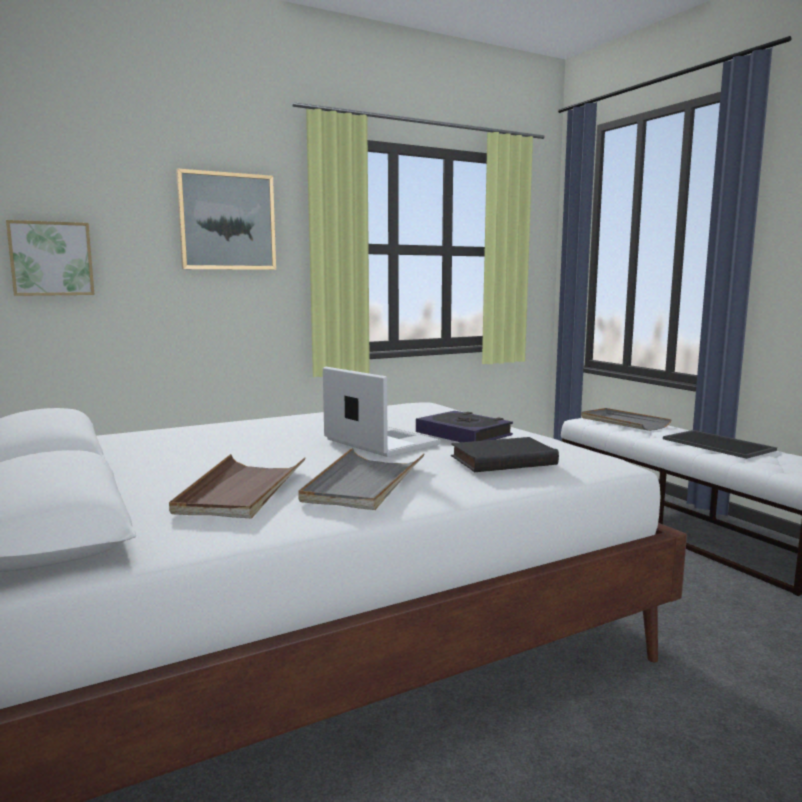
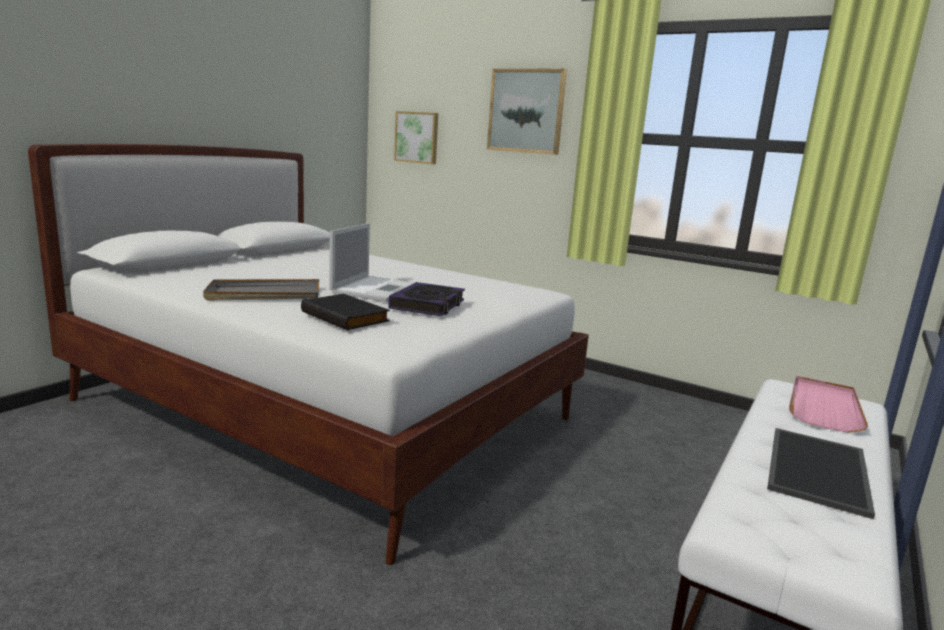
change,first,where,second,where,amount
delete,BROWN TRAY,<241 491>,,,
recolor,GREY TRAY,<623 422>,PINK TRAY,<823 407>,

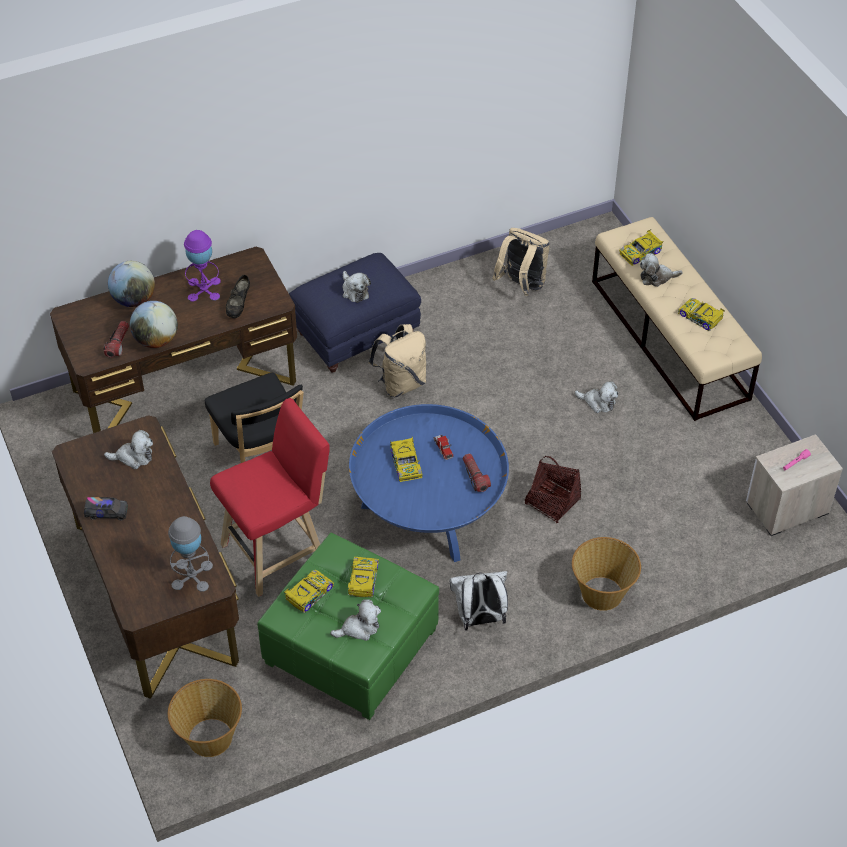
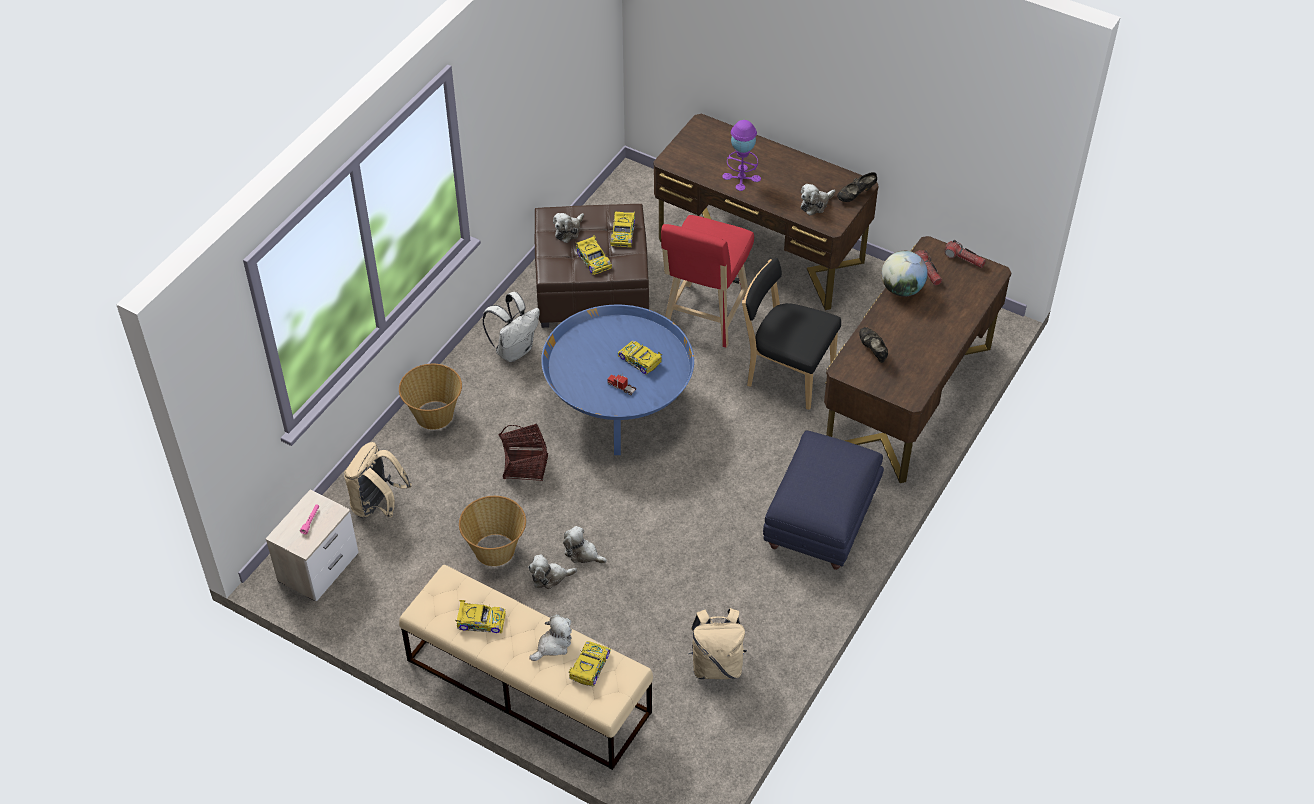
change,first,where,second,where,amount
delete,TOY TRUCK,<106 513>,,,
delete,GLOBE,<134 300>,,,
delete,GREY TABLE LAMP,<192 575>,,,
move,BASKET,<209 737>,,<495 550>,
move,PURPLE TABLE LAMP,<204 289>,,<741 177>,
recolor,GREEN OTTOMAN,<350 646>,BROWN OTTOMAN,<593 287>,
move,PLUSH TOY,<354 291>,,<583 553>,
move,BEIGE BACKPACK,<401 383>,,<378 505>,
move,FLASHLIGHT,<475 476>,,<964 259>,
insert,,,BLACK SHOE,<856 195>,

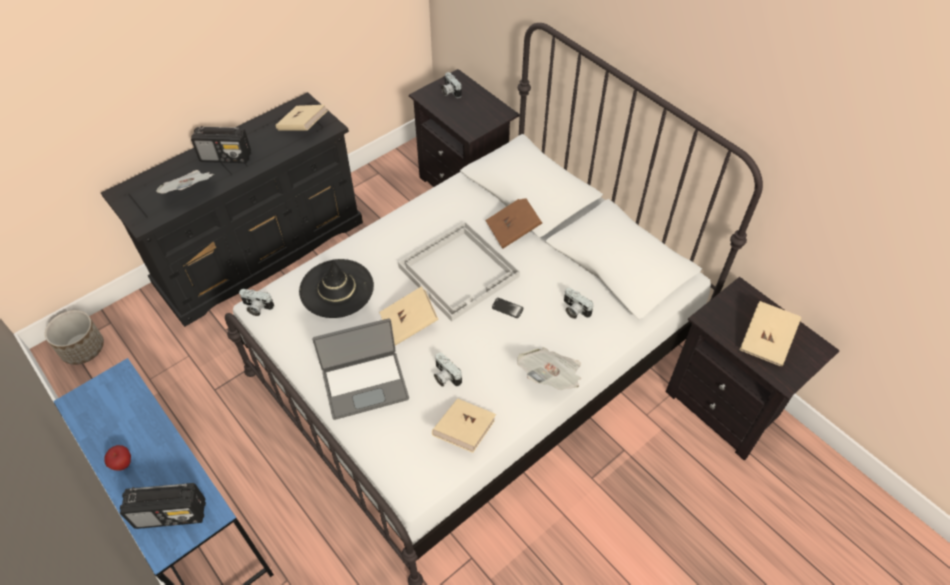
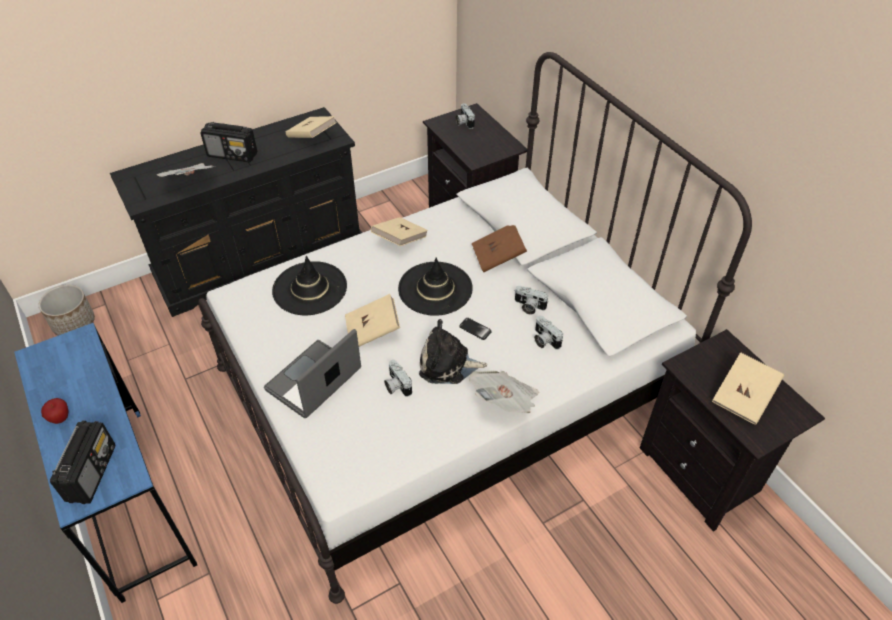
change,first,where,second,where,amount
rotate,RADIO,<171 514>,,<92 472>,90 degrees counterclockwise
move,PHOTO CAMERA,<256 308>,,<528 306>,
rotate,LAPTOP,<365 384>,,<314 381>,135 degrees clockwise
replace,WHITE TRAY,<460 272>,BLACK HAT,<435 288>,
move,BEIGE BOOK,<464 431>,,<400 240>,
insert,,,PLUSH TOY,<448 364>,

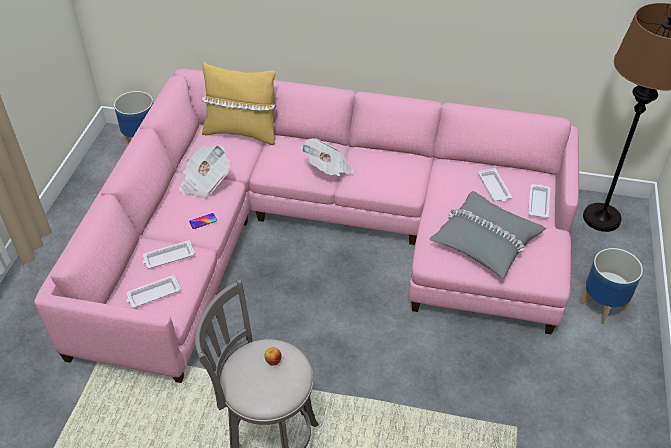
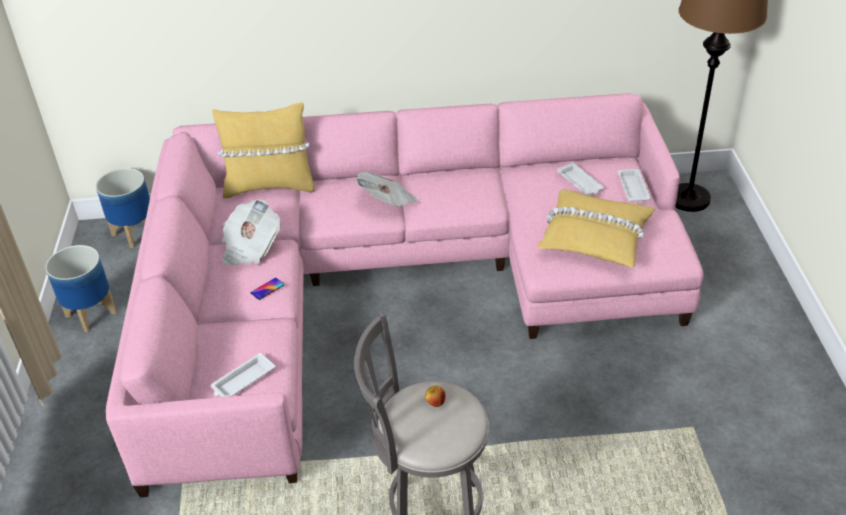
change,first,where,second,where,amount
delete,WHITE TRAY,<168 257>,,,
recolor,GREY PILLOW,<485 241>,YELLOW PILLOW,<594 237>,
move,PLANTER,<601 307>,,<90 315>,

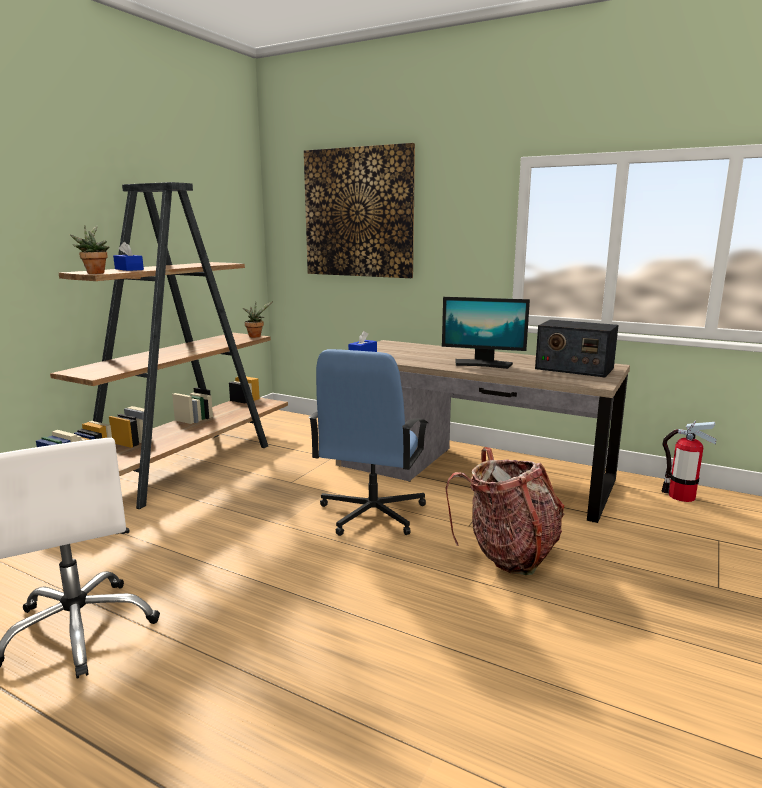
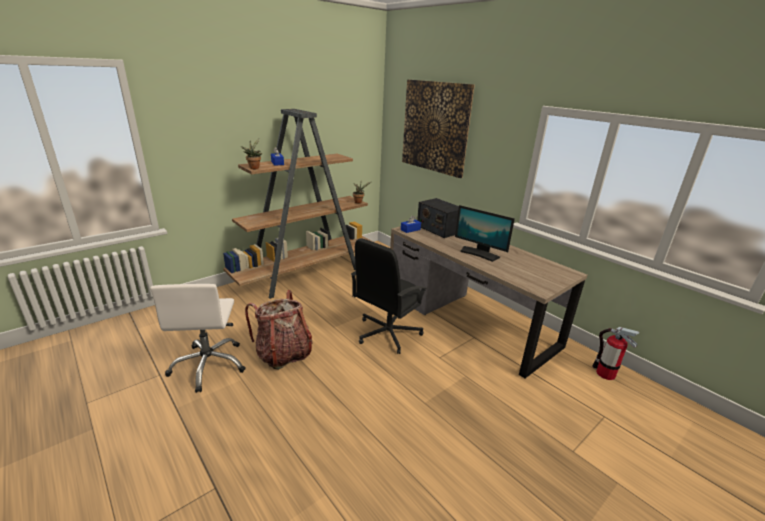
change,first,where,second,where,amount
recolor,BLUE OFFICE CHAIR,<371 514>,BLACK OFFICE CHAIR,<387 333>,
move,BACKPACK,<508 554>,,<283 353>,
move,RADIO,<573 368>,,<438 229>,

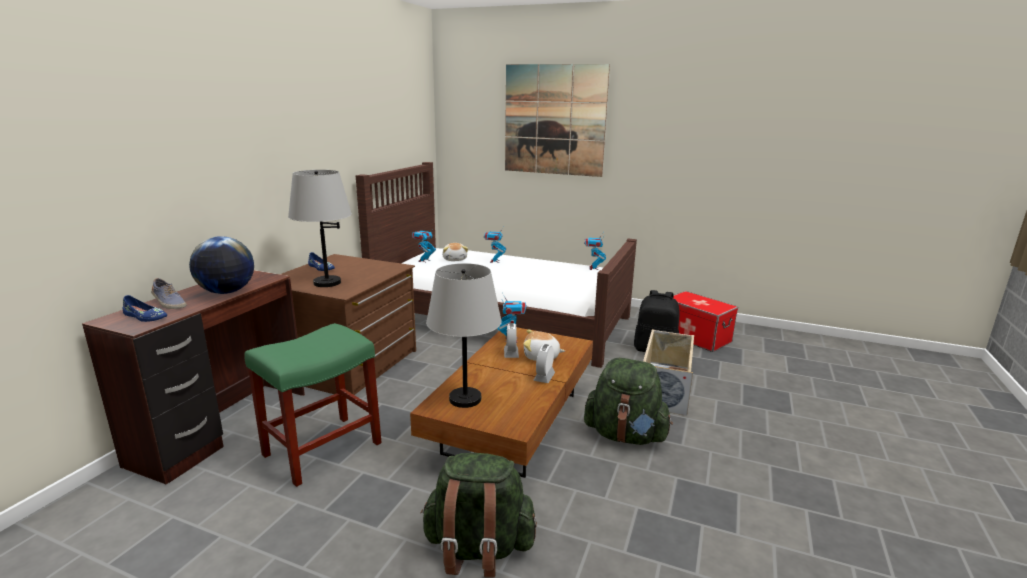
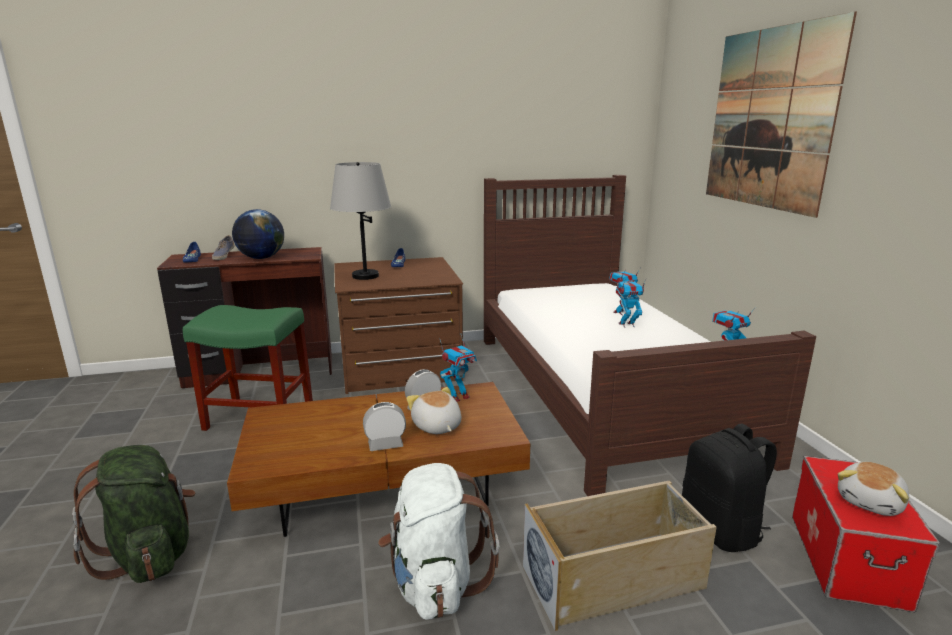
change,first,where,second,where,amount
move,TOY ROBOT,<424 261>,,<627 325>,
delete,GREY TABLE LAMP,<465 399>,,,
move,PLUSH TOY,<455 259>,,<871 502>,
recolor,GREEN BACKPACK,<625 435>,WHITE BACKPACK,<435 583>,

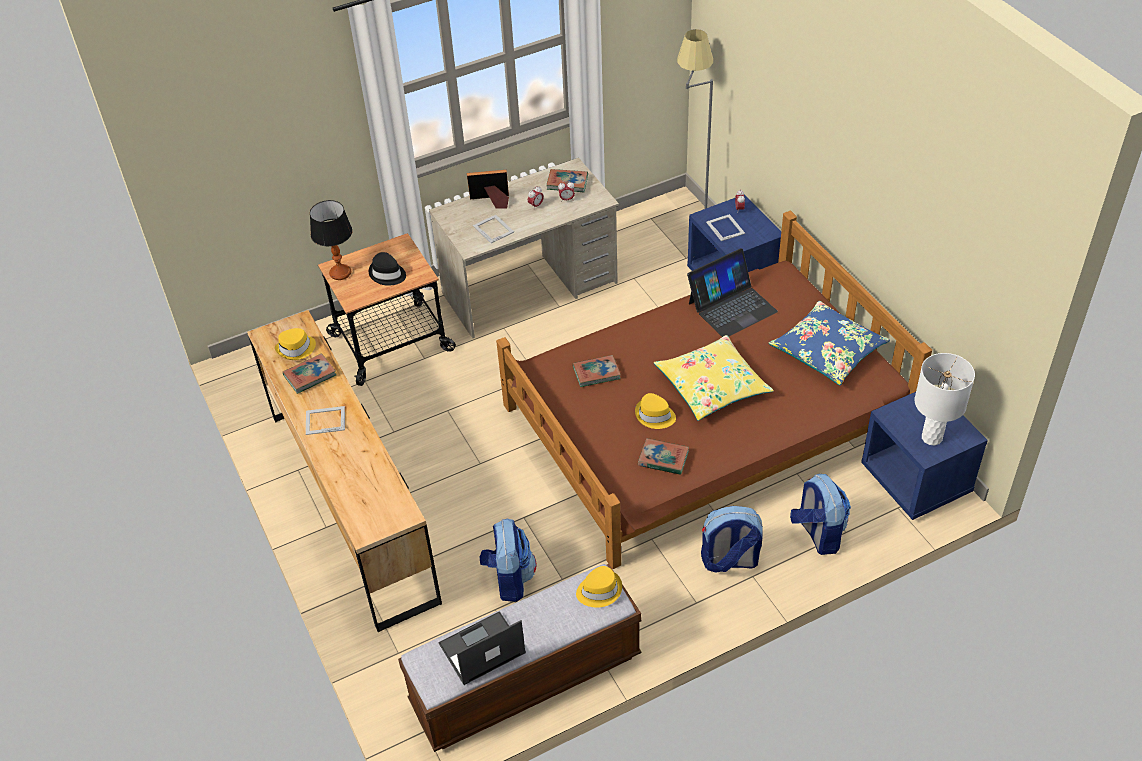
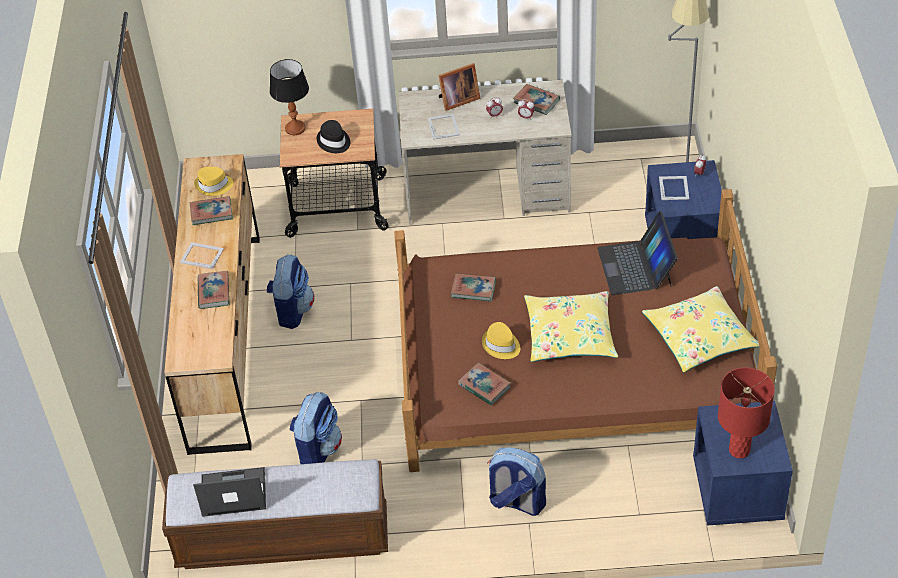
change,first,where,second,where,amount
rotate,PICTURE FRAME,<491 202>,,<457 100>,135 degrees clockwise
delete,YELLOW HAT,<599 590>,,,
rotate,LAPTOP,<731 307>,,<635 267>,90 degrees clockwise
recolor,BLUE PILLOW,<827 351>,YELLOW PILLOW,<700 337>,
move,BACKPACK,<817 533>,,<292 310>,
recolor,WHITE TABLE LAMP,<932 437>,RED TABLE LAMP,<739 450>,
insert,,,BOOK,<214 292>,

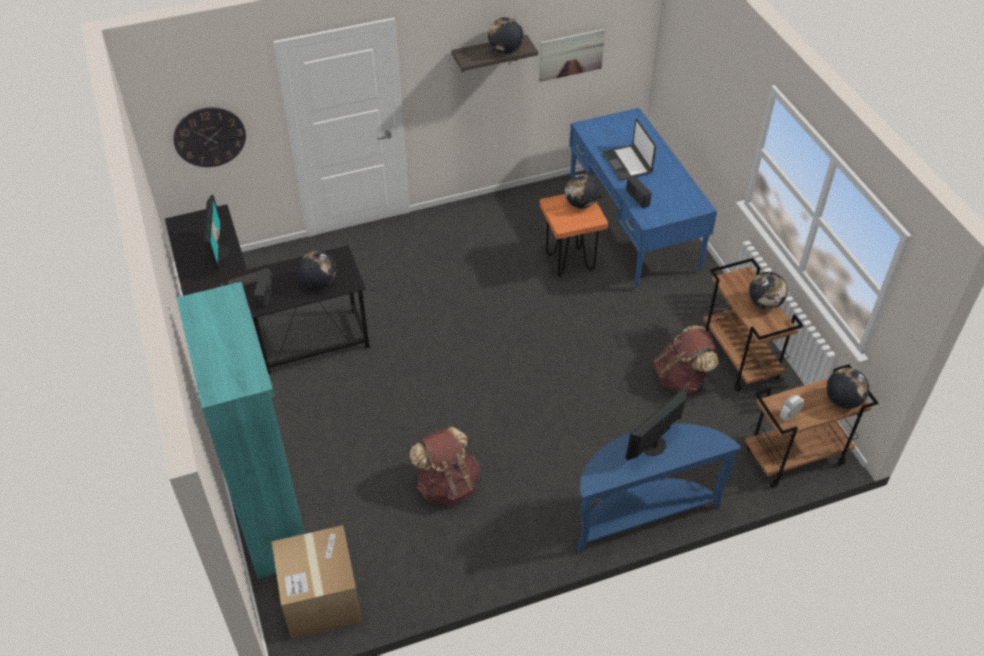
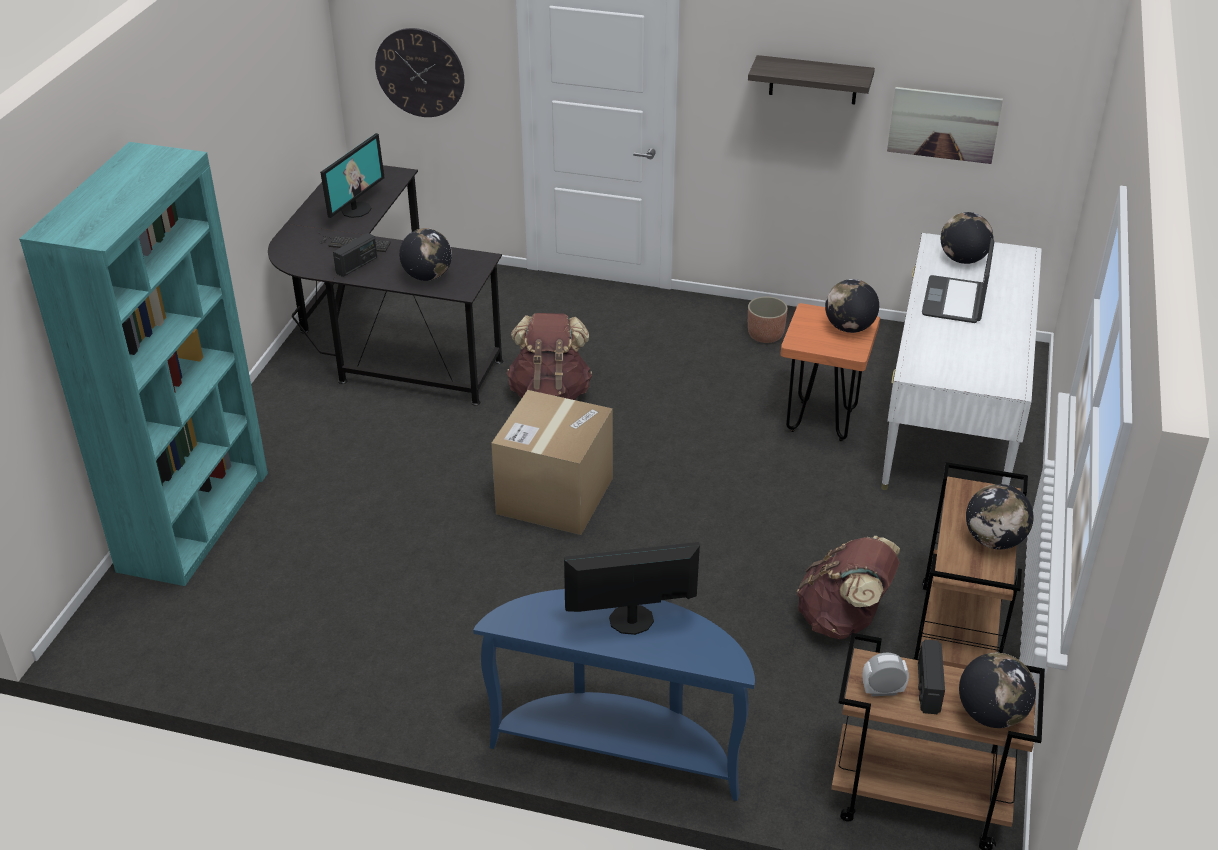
change,first,where,second,where,amount
move,CARDBOARD BOX,<321 599>,,<555 496>,
move,BROWN BACKPACK,<447 485>,,<550 394>,
move,GLOBE,<505 50>,,<962 259>,
recolor,BLUE DESK,<632 227>,WHITE DESK,<952 417>,
move,RADIO,<637 198>,,<928 688>,
insert,,,PLANTER,<765 335>,

